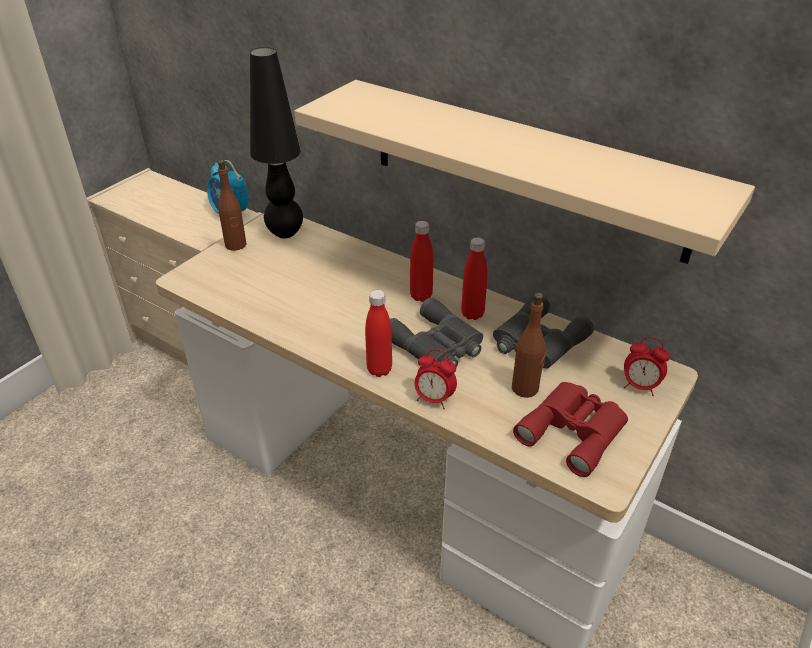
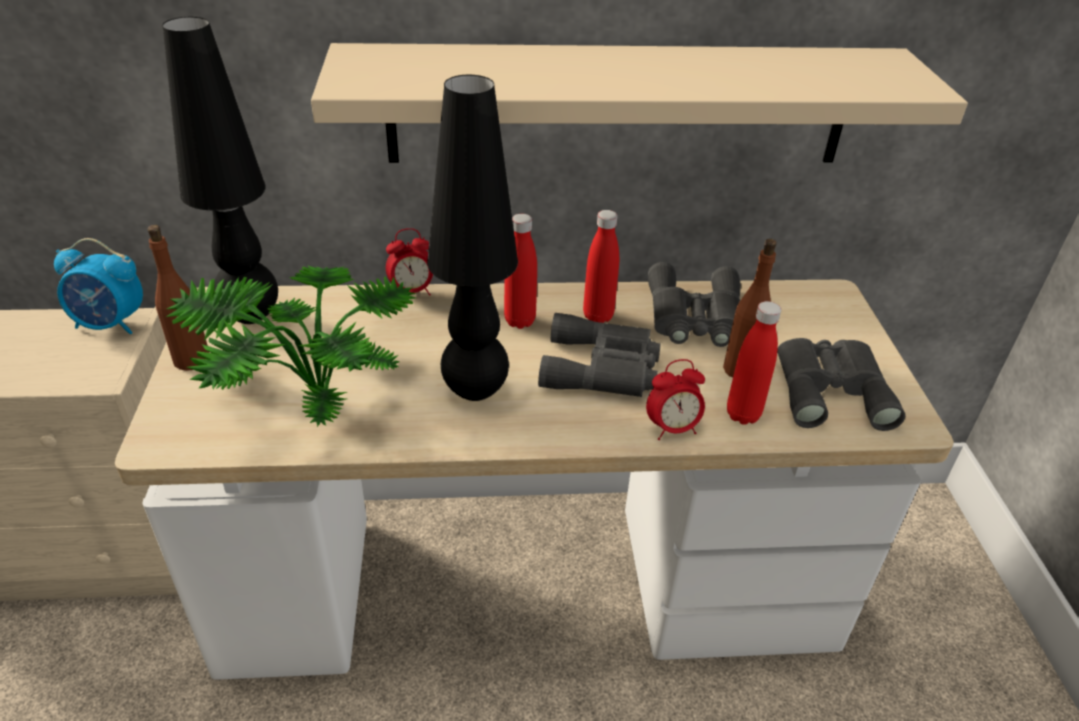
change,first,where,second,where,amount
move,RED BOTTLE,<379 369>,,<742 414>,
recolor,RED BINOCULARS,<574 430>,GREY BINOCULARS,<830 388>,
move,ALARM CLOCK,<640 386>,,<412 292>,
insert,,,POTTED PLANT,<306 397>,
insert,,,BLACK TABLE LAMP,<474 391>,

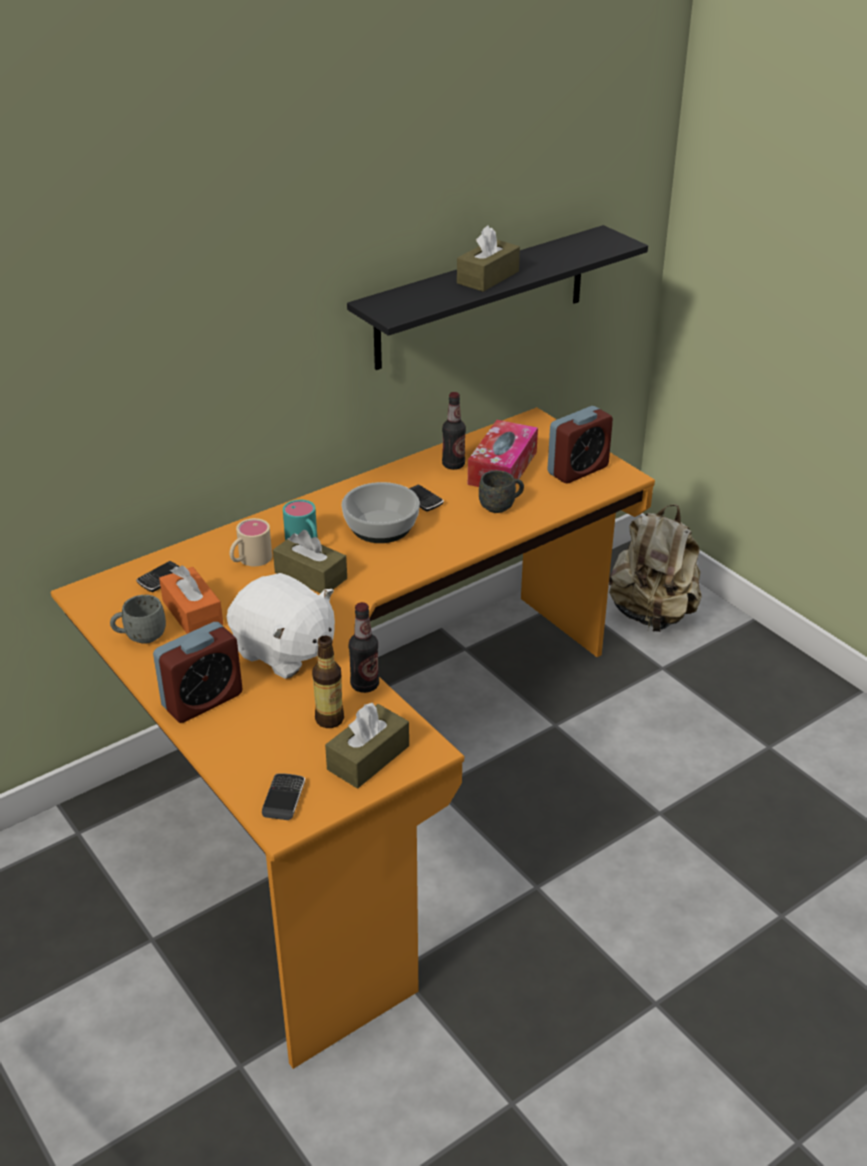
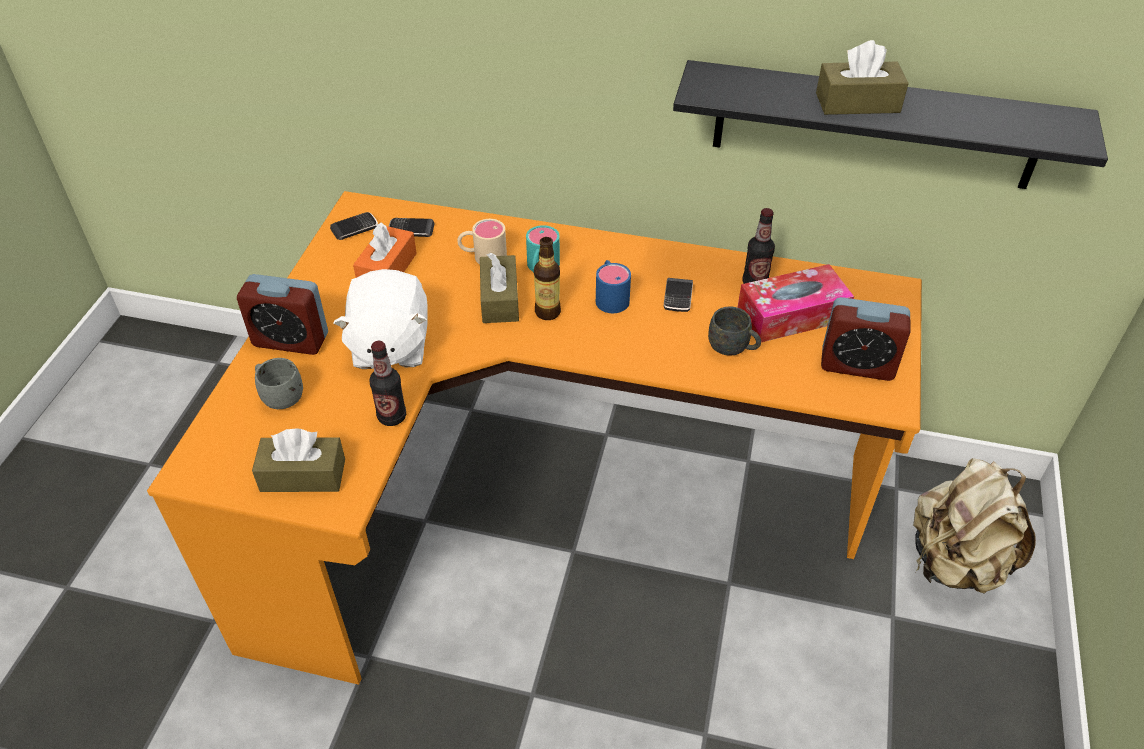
change,first,where,second,where,amount
move,GREY MUG,<140 636>,,<279 396>,
move,PHONE,<284 799>,,<354 228>,
move,BOTTLE,<329 719>,,<547 312>,
replace,BOWL,<380 526>,BLUE MUG,<610 296>,

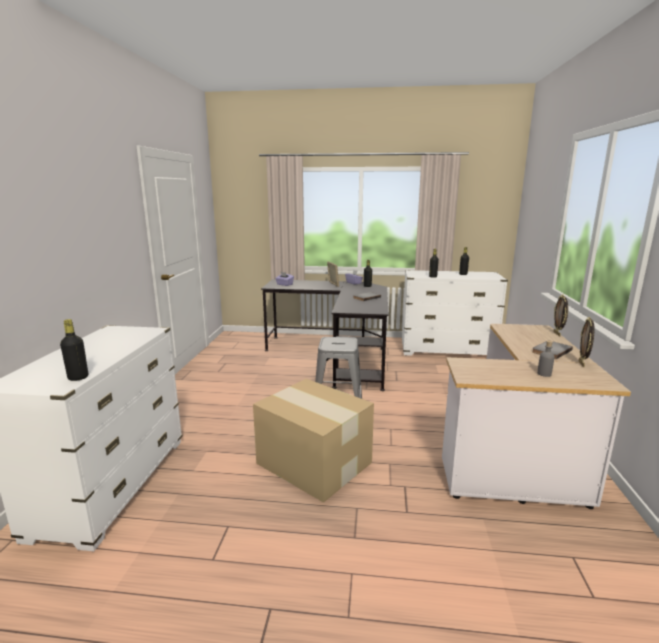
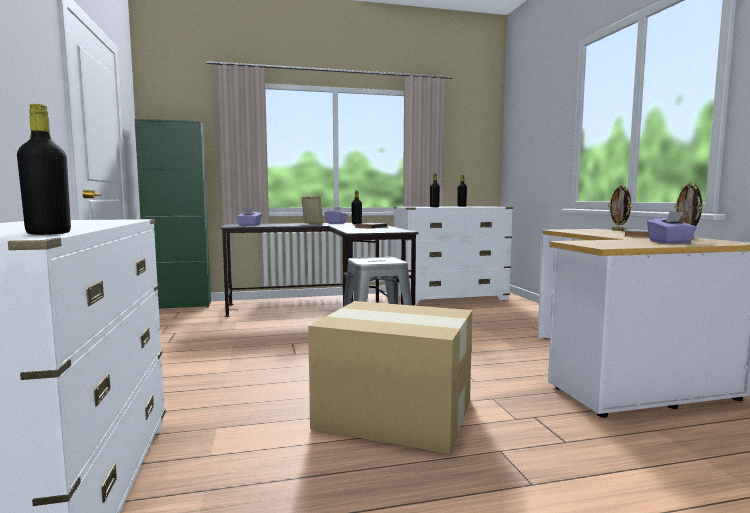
change,first,where,second,where,amount
replace,GREY BOTTLE,<544 374>,PURPLE TISSUE BOX,<670 242>,
insert,,,GREEN CABINET,<179 305>,

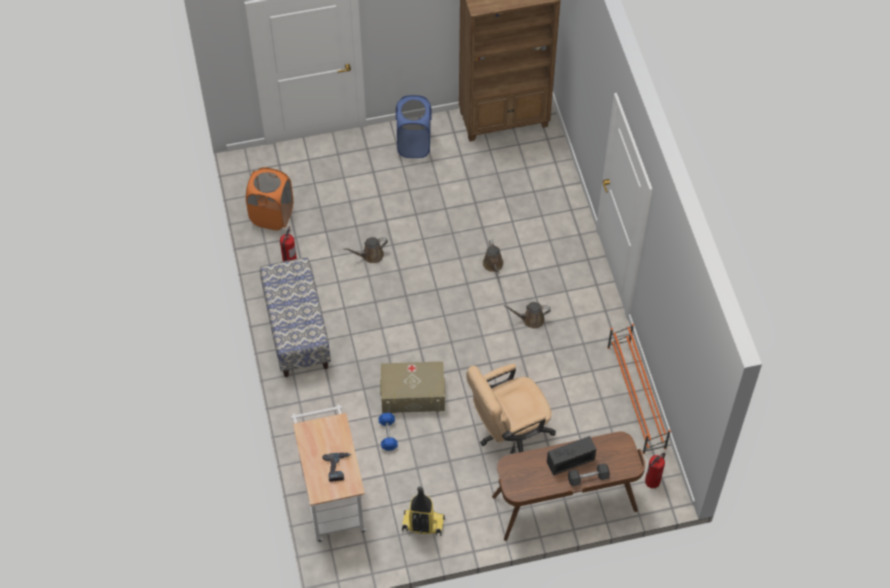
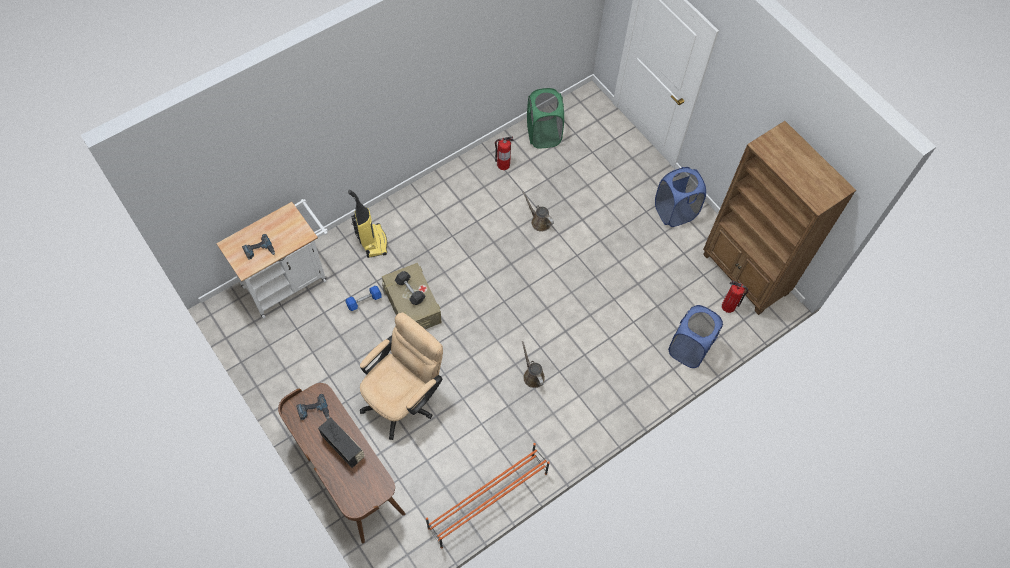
change,first,where,second,where,amount
recolor,ORANGE LAUNDRY BASKET,<272 215>,GREEN LAUNDRY BASKET,<543 134>,
delete,BENCH,<296 330>,,,
move,VACUUM CLEANER,<422 524>,,<372 241>,
rotate,BEIGE OFFICE CHAIR,<508 432>,,<404 398>,90 degrees clockwise
delete,BROWN WATERING CAN,<493 265>,,,
move,GREY DUMBBELL,<588 478>,,<410 291>,
move,FIRE EXTINGUISHER,<652 481>,,<728 306>,
insert,,,POWER DRILL,<314 411>,
insert,,,BLUE LAUNDRY BASKET,<689 348>,

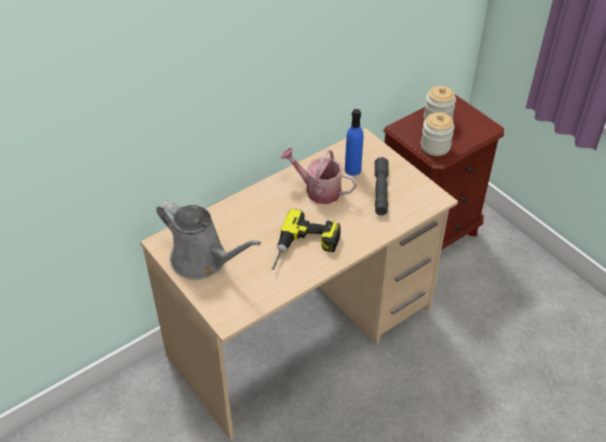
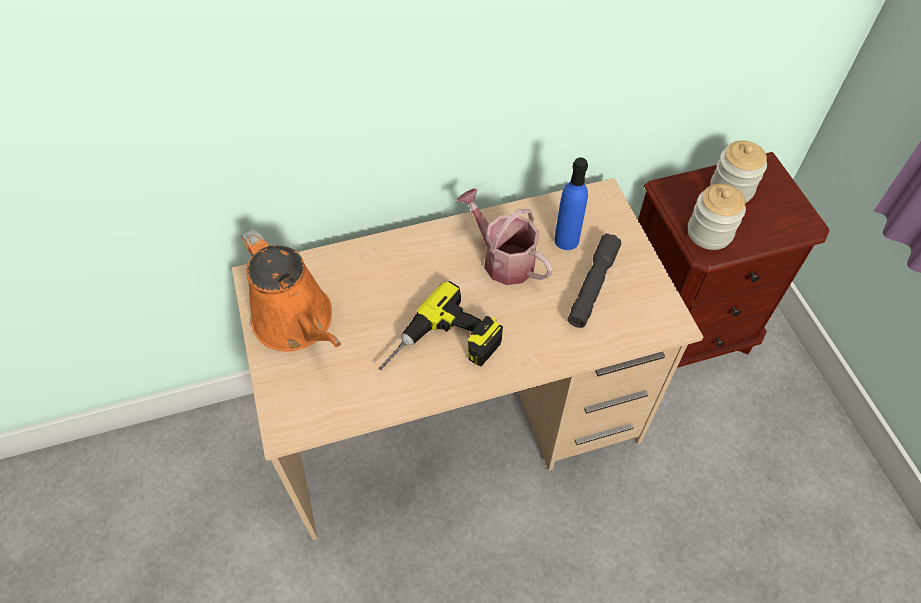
change,first,where,second,where,amount
recolor,GREY WATERING CAN,<203 260>,ORANGE WATERING CAN,<297 323>,

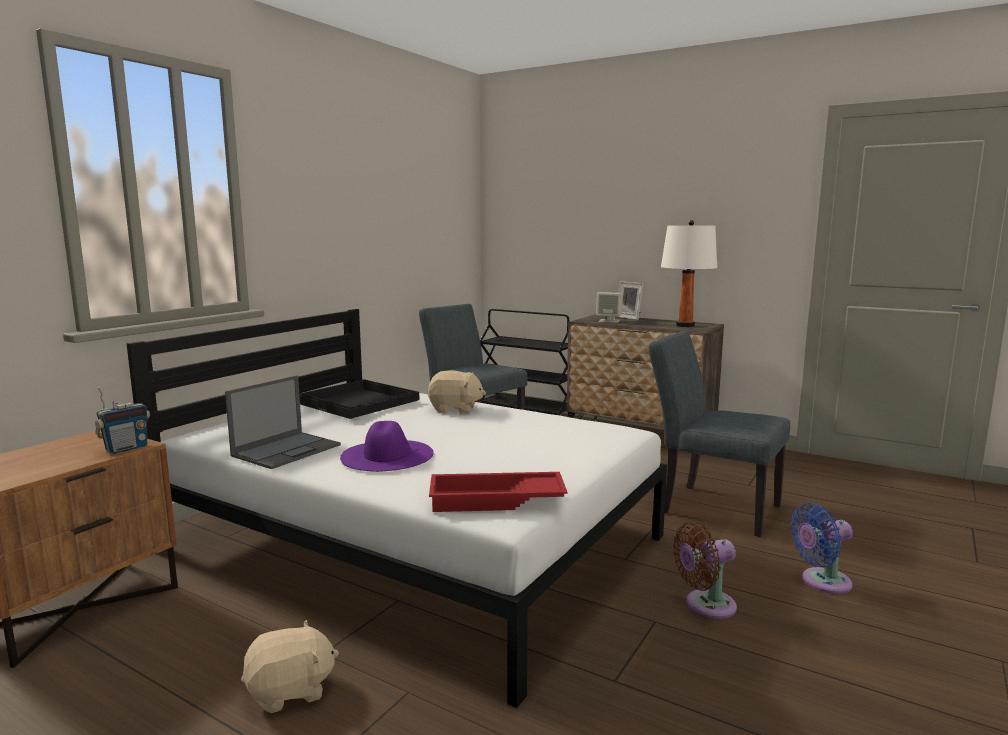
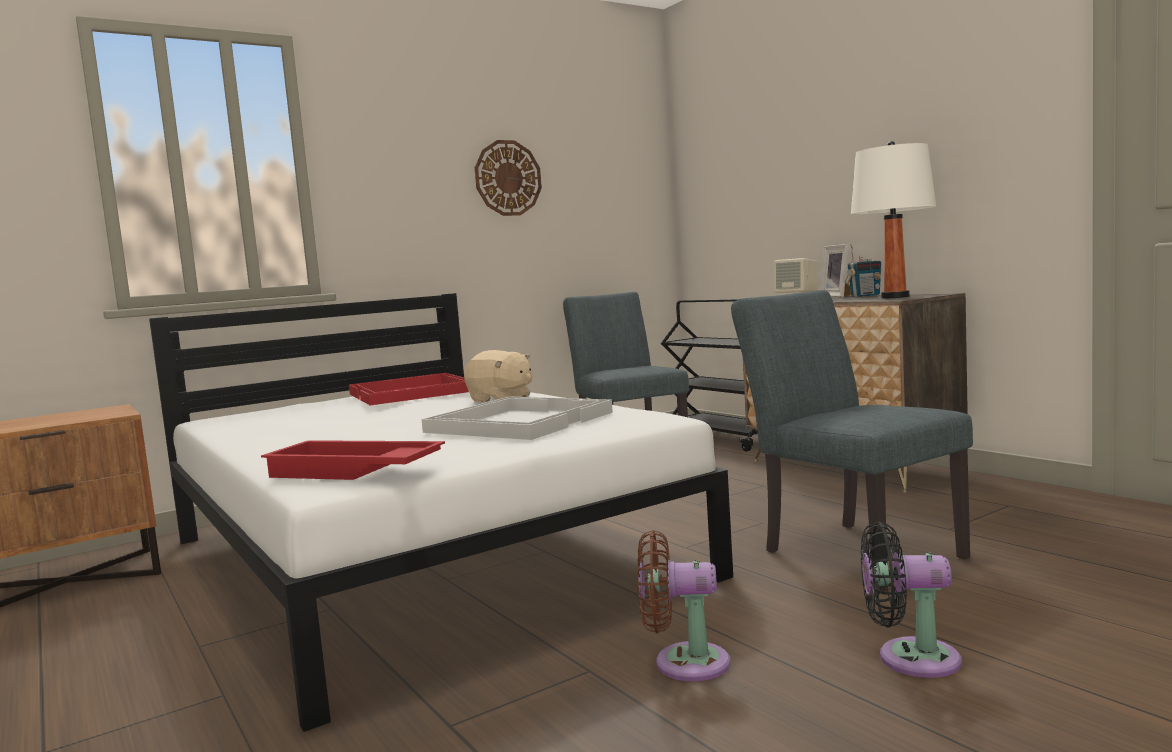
change,first,where,second,where,amount
move,RADIO,<126 448>,,<864 296>,
delete,LAPTOP,<287 450>,,,
delete,BEIGE PLUSH TOY,<290 691>,,,
recolor,BLACK TRAY,<359 401>,RED TRAY,<412 392>,
delete,PURPLE HAT,<387 455>,,,
recolor,BLUE FAN,<821 582>,BLACK FAN,<910 659>,
insert,,,WHITE TRAY,<519 422>,
insert,,,WALL CLOCK,<508 178>,

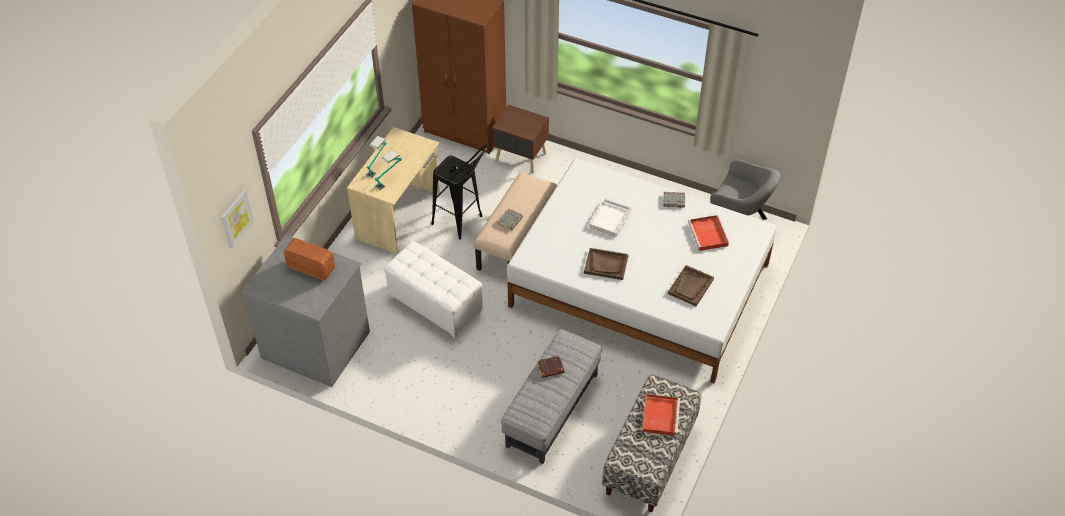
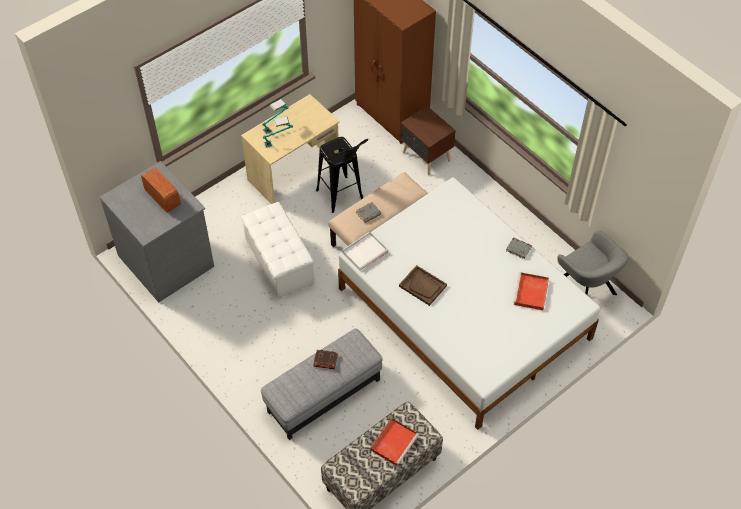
change,first,where,second,where,amount
delete,PICTURE,<236 218>,,,
move,WHITE TRAY,<610 218>,,<365 252>,
delete,BROWN TRAY,<690 286>,,,

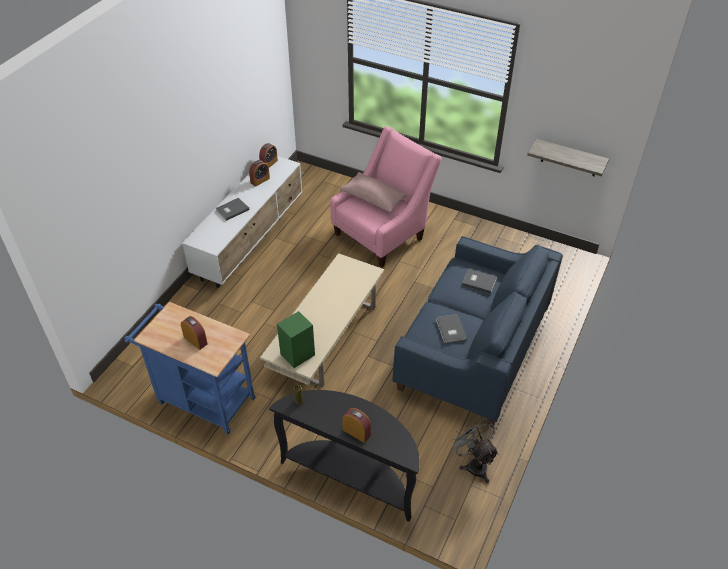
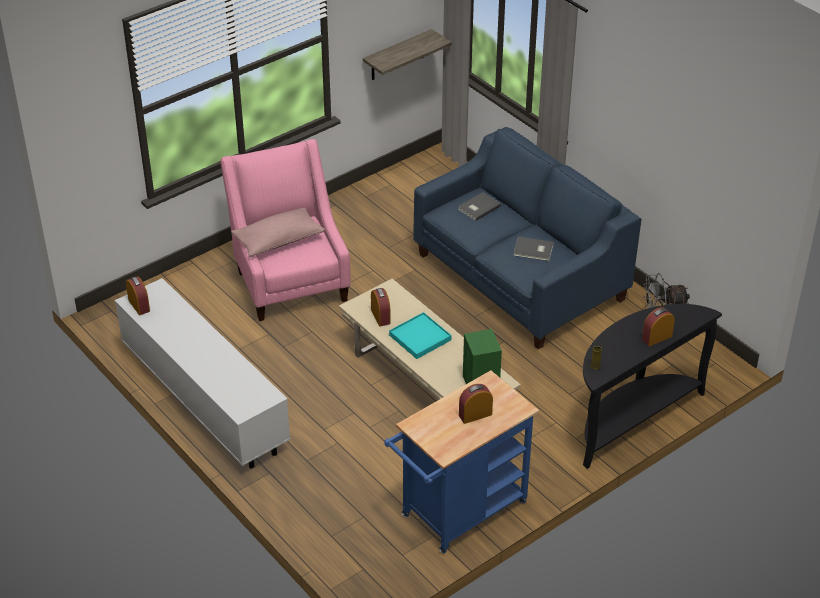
change,first,where,second,where,amount
delete,GREY BOOK,<231 210>,,,
move,ALARM CLOCK,<260 180>,,<380 316>,
insert,,,TURQUOISE TRAY,<419 337>,

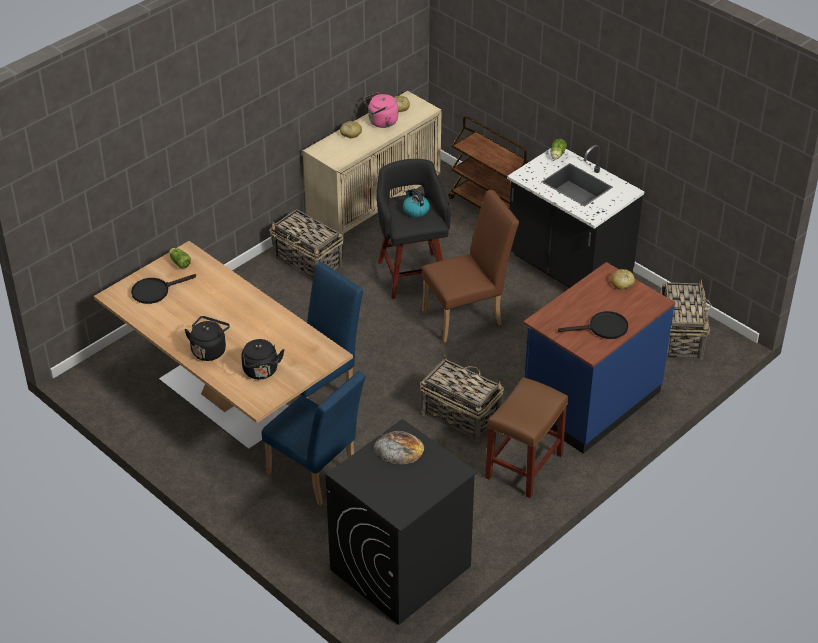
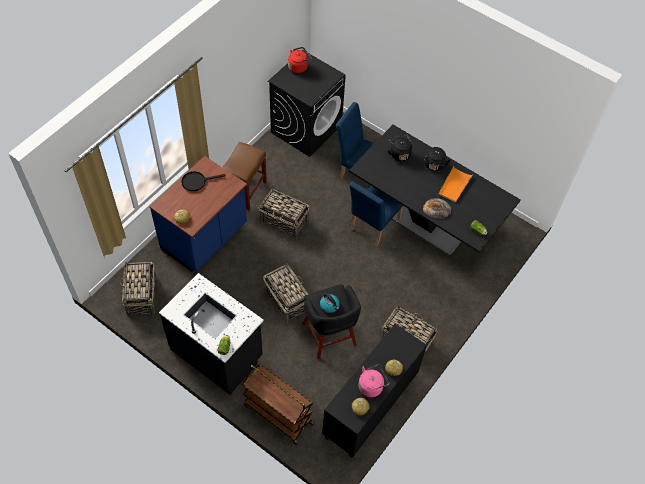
change,first,where,second,where,amount
recolor,BEIGE DINING TABLE,<228 398>,BLACK DINING TABLE,<425 221>,
delete,BLACK FRYING PAN,<155 291>,,,
recolor,BEIGE CABINET,<374 206>,BLACK CABINET,<370 408>,
move,BREAD,<399 448>,,<437 209>,
replace,BROWN CHAIR,<468 316>,BASKET,<286 300>,
insert,,,RED KETTLE,<299 67>,
insert,,,ORANGE TRAY,<454 185>,

